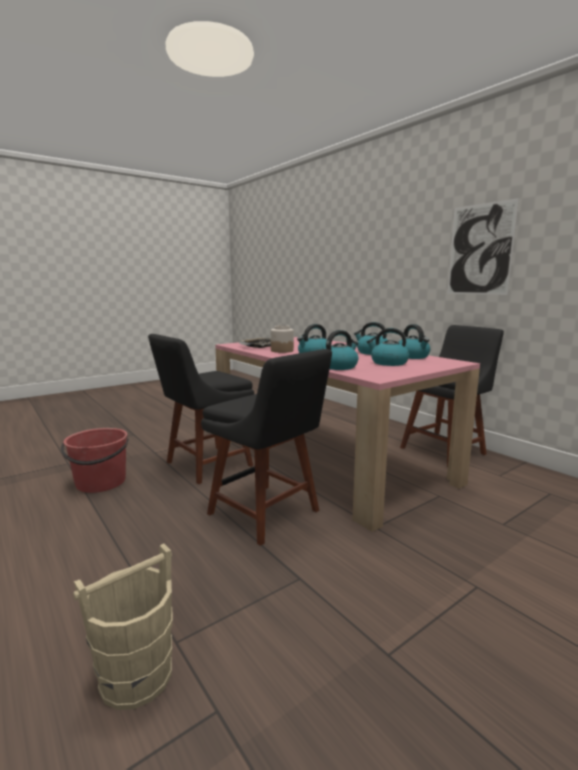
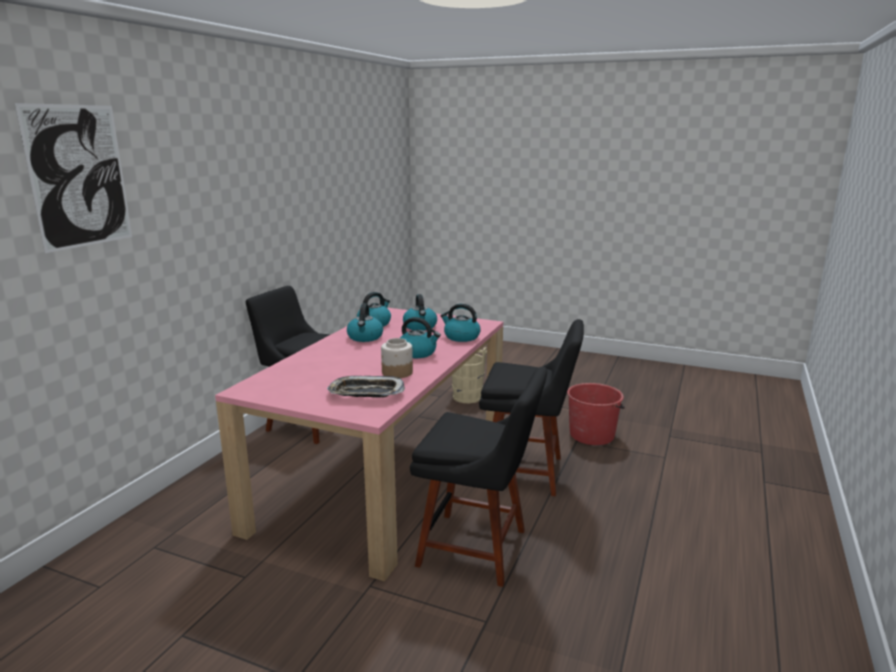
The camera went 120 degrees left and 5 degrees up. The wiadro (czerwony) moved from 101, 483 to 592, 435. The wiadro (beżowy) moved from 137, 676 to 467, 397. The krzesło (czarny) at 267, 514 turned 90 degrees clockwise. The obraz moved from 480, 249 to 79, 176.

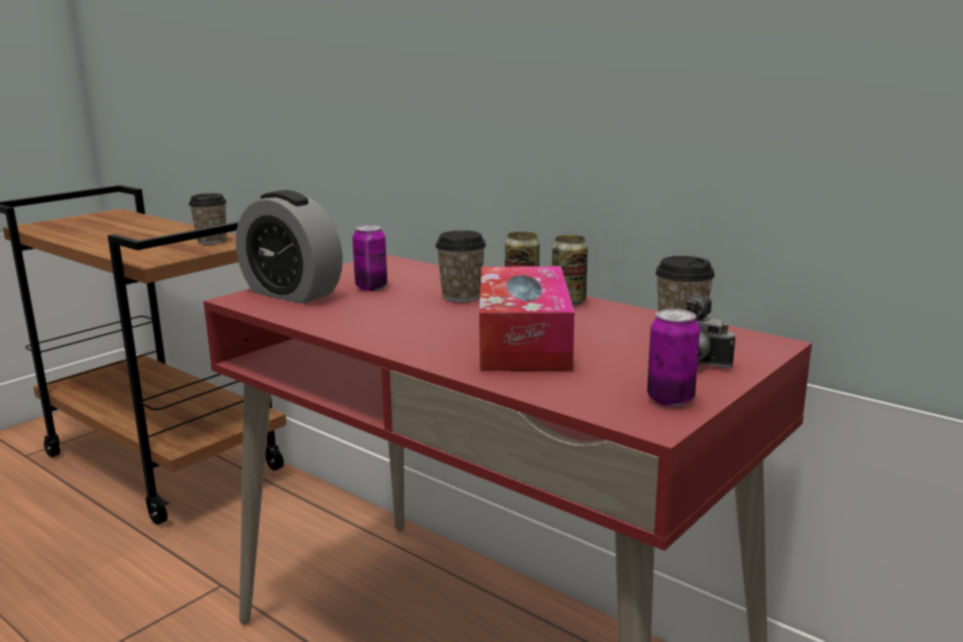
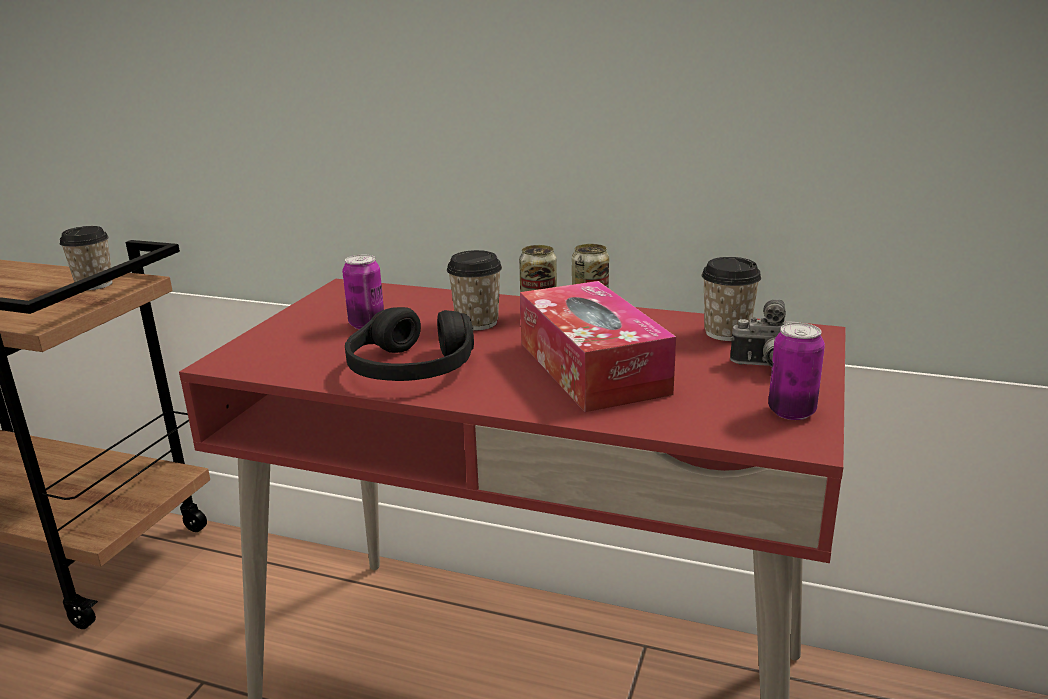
The camera went 20 degrees left and 5 degrees up. The budzik at 291, 293 disappeared. The słuchawki (czarny) at 411, 368 appeared.

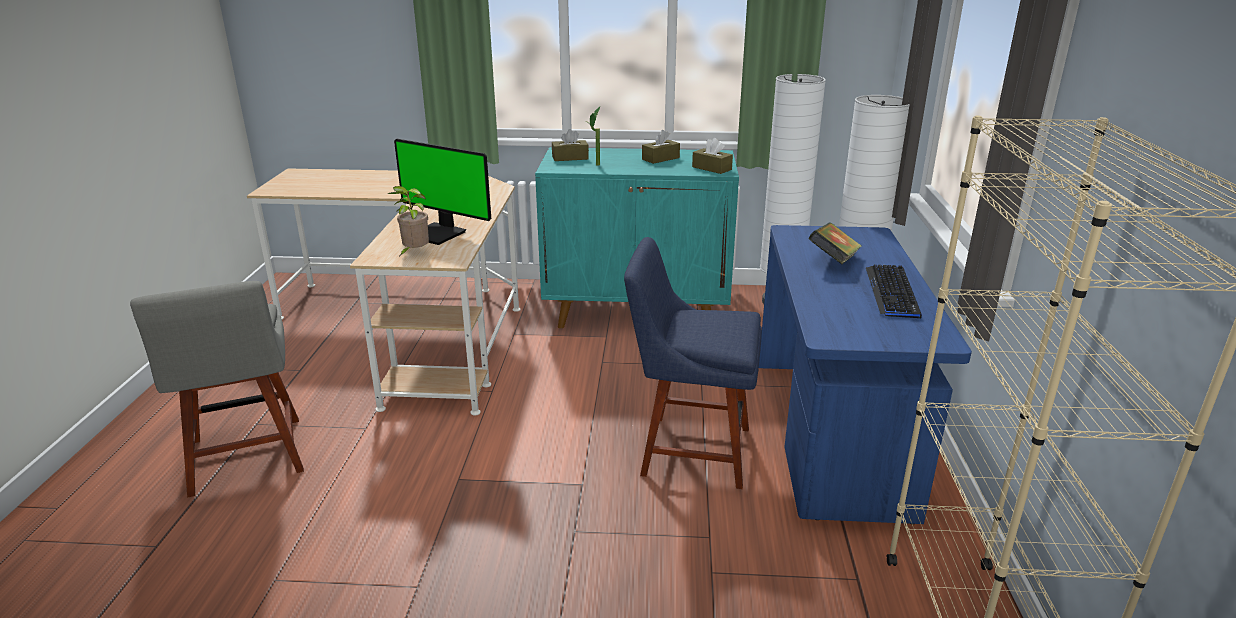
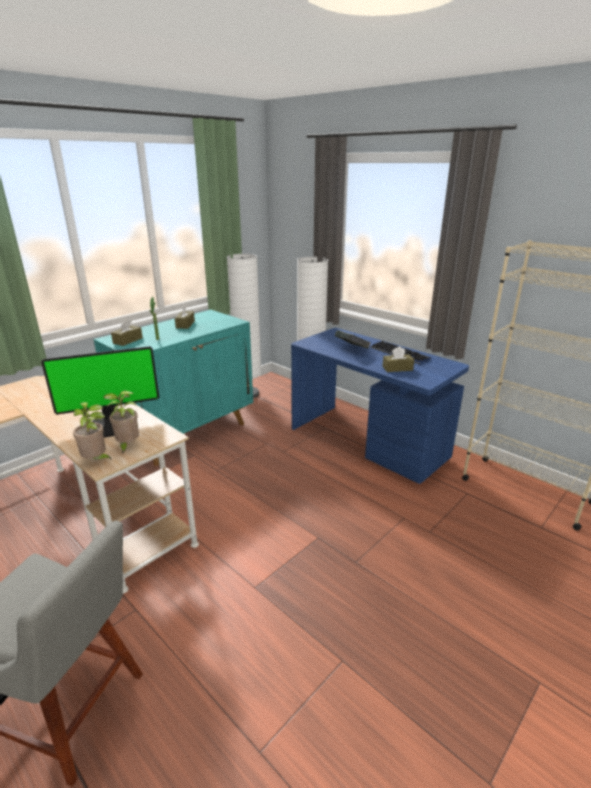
The camera went 50 degrees left and 0 degrees up. The krzesło (niebieski) at 689, 450 disappeared. The pudełko chusteczek (brązowy) moved from 711, 168 to 397, 368. The roślina doniczkowa at 96, 460 appeared.

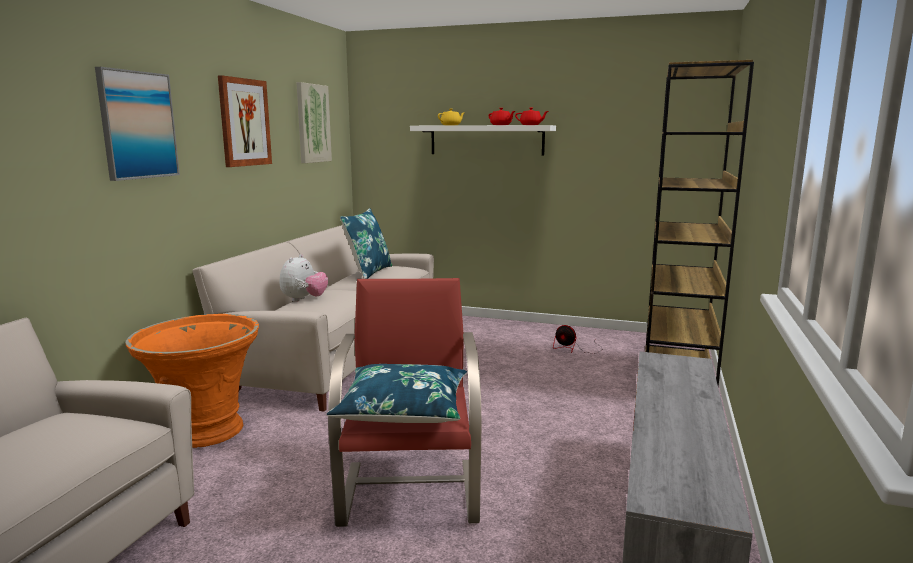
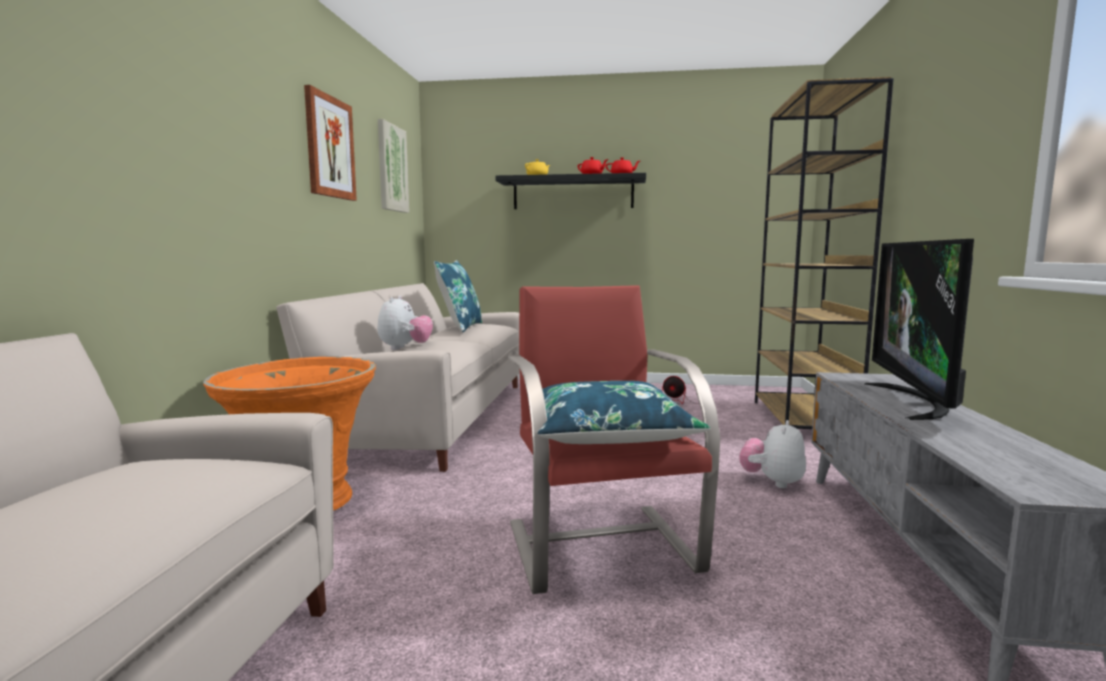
The camera went 10 degrees left and 5 degrees down. The obraz at 138, 125 disappeared. The półka (biały) at 486, 140 became the półka (czarny) at 573, 193. The pluszak at 772, 482 appeared. The telewizor at 914, 402 appeared.

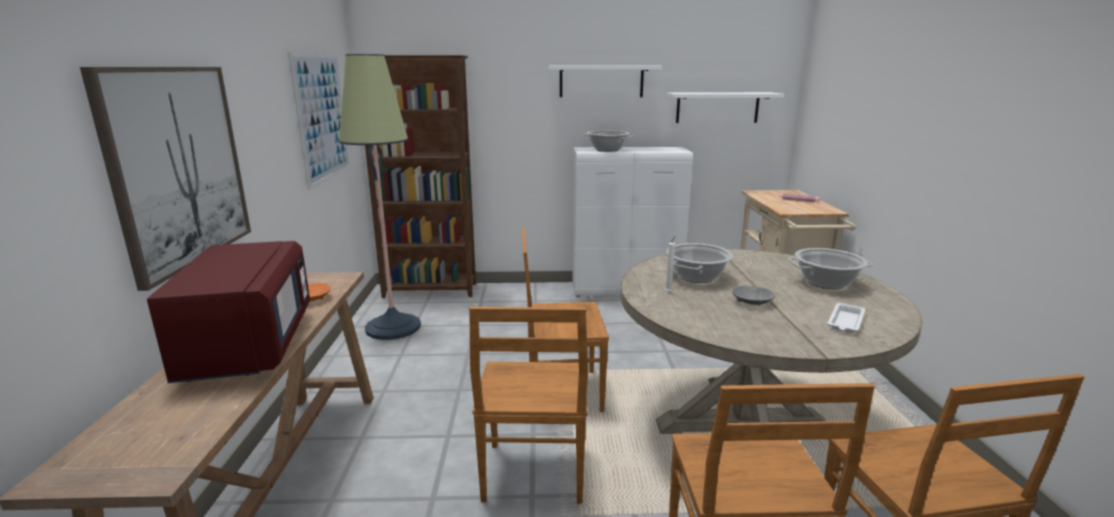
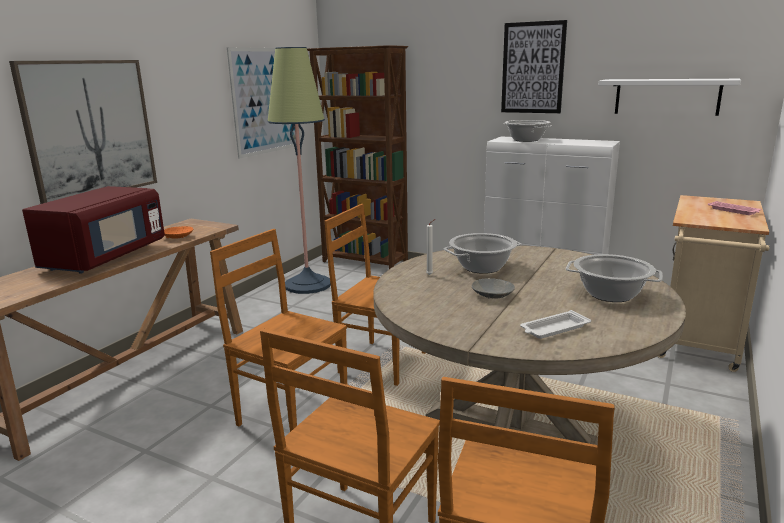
The camera went 30 degrees right and 0 degrees up. The krzesło (brązowy) at 533, 475 turned 90 degrees clockwise. The półka (biały) at 601, 81 was replaced by the obraz at 533, 68.

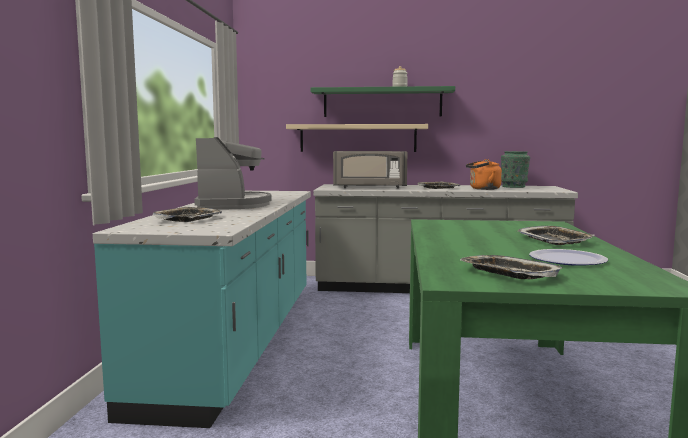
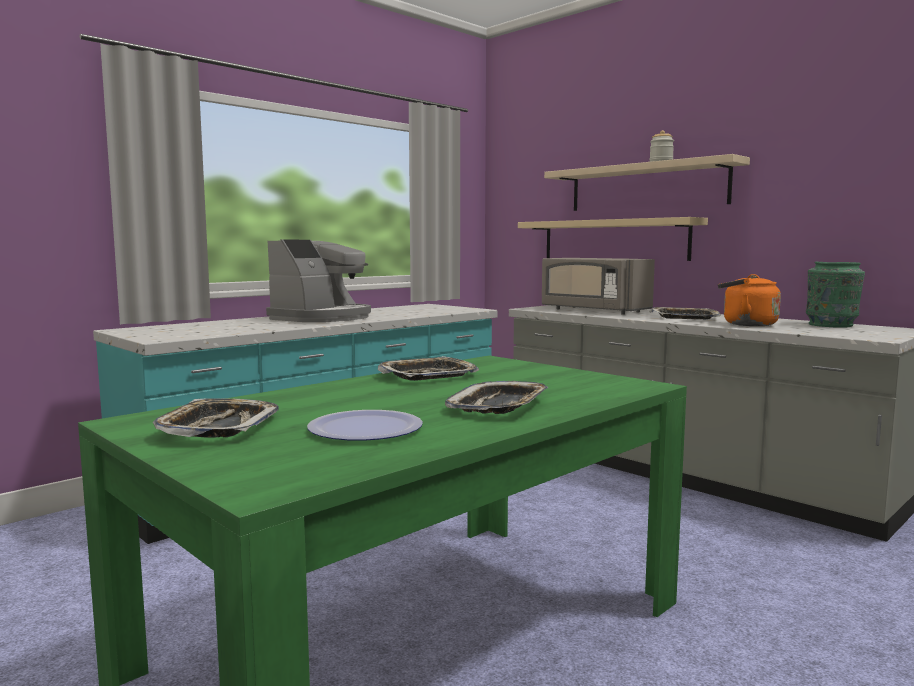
The camera went 40 degrees right and 0 degrees up. The taca moved from 188, 219 to 428, 375. The półka (zielony) at 382, 102 became the półka (beżowy) at 646, 187.

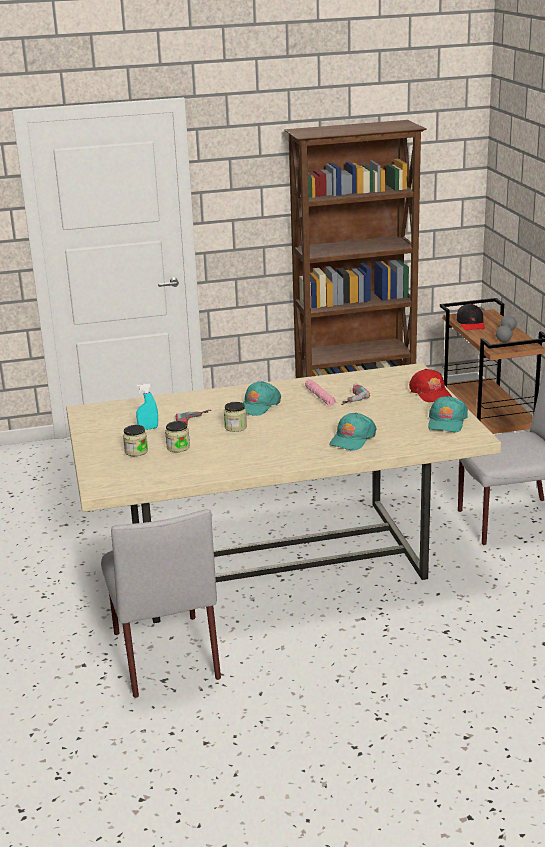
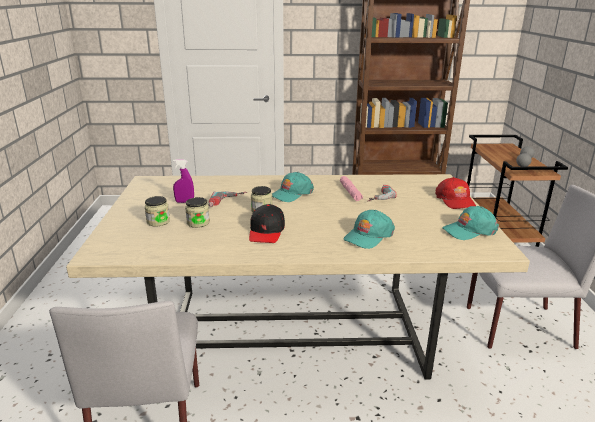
The camera went 10 degrees right and 0 degrees up. The spryskiwacz (turkusowy) at 148, 428 became the spryskiwacz (fioletowy) at 184, 202. The czapka z daszkiem (turkusowy) at 446, 422 turned 45 degrees clockwise. The czapka z daszkiem (czarny) moved from 471, 324 to 266, 231.

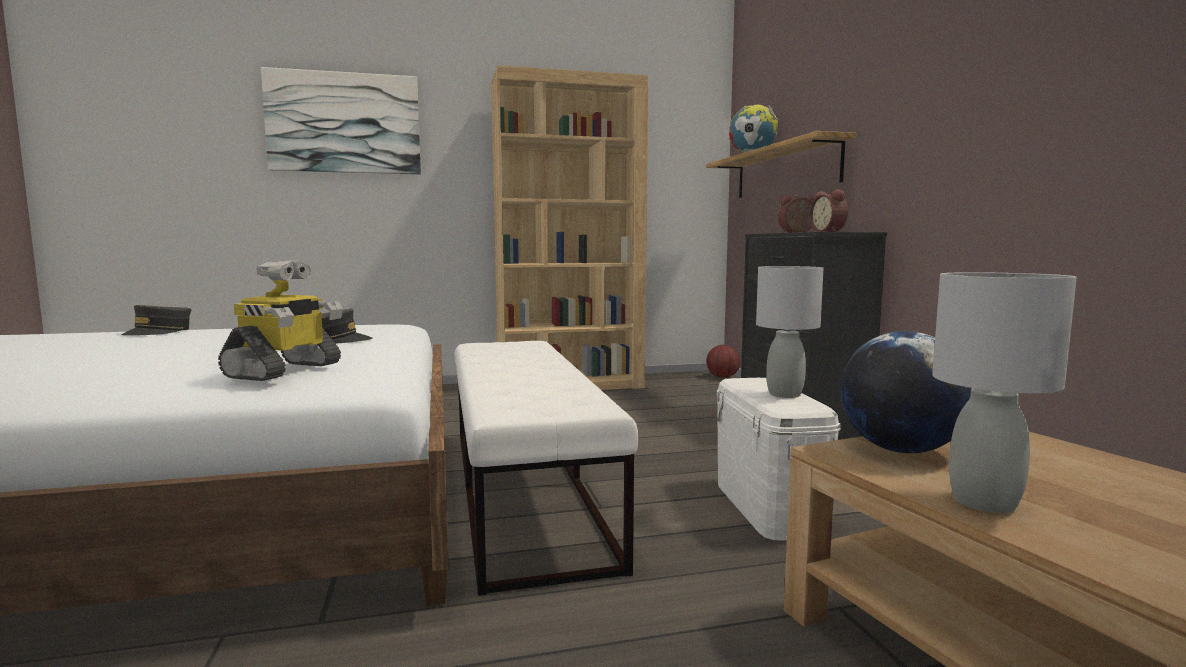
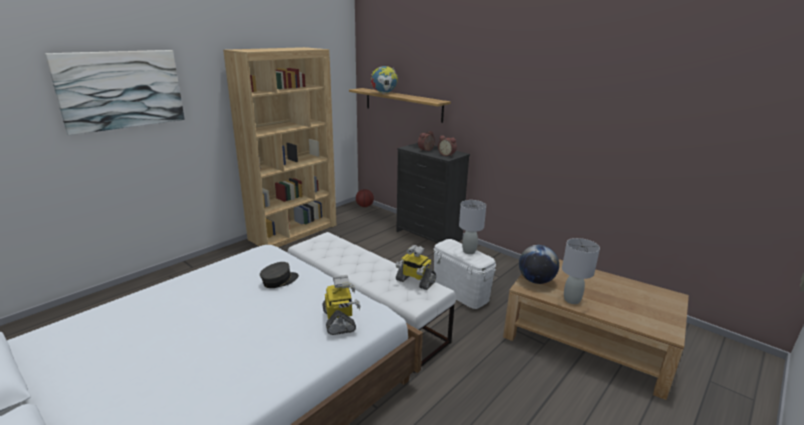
The camera went 35 degrees left and 15 degrees up. The czapka z daszkiem (szary) at 159, 332 disappeared. The robot zabawkowy at 415, 281 appeared.

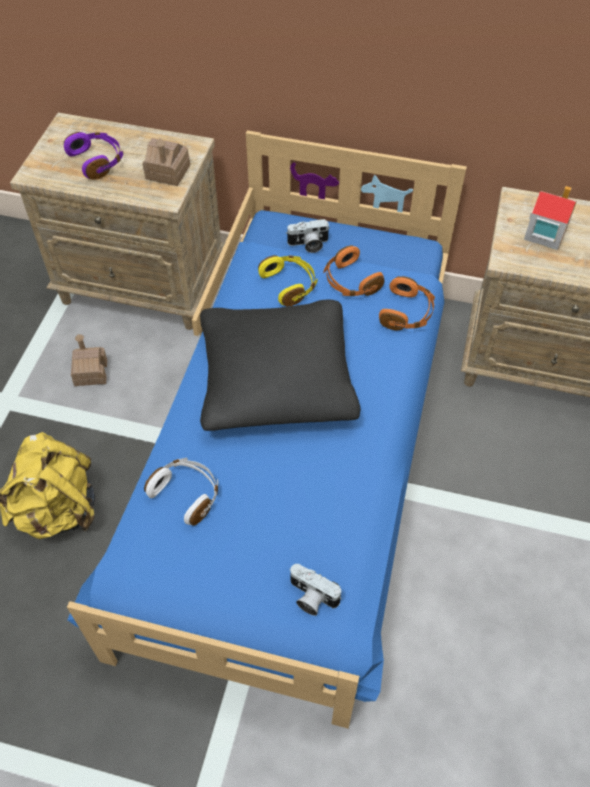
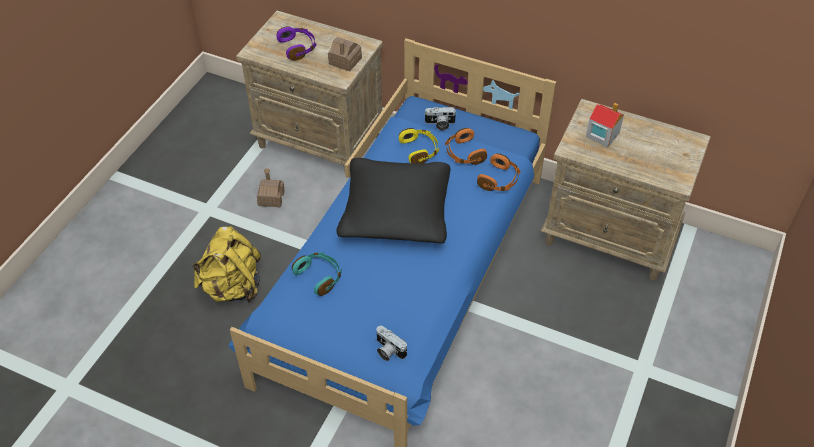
The camera went 10 degrees right and 5 degrees down. The słuchawki (biały) at 187, 494 became the słuchawki (turkusowy) at 319, 276.

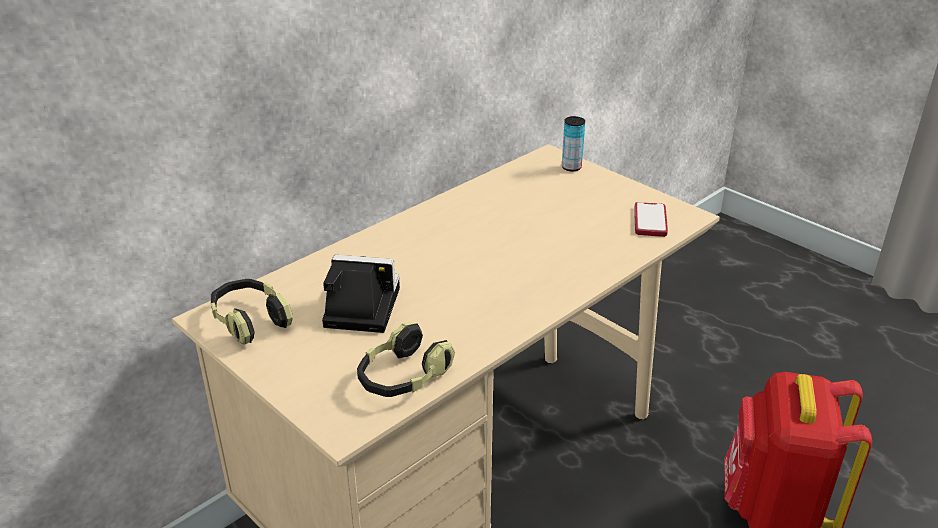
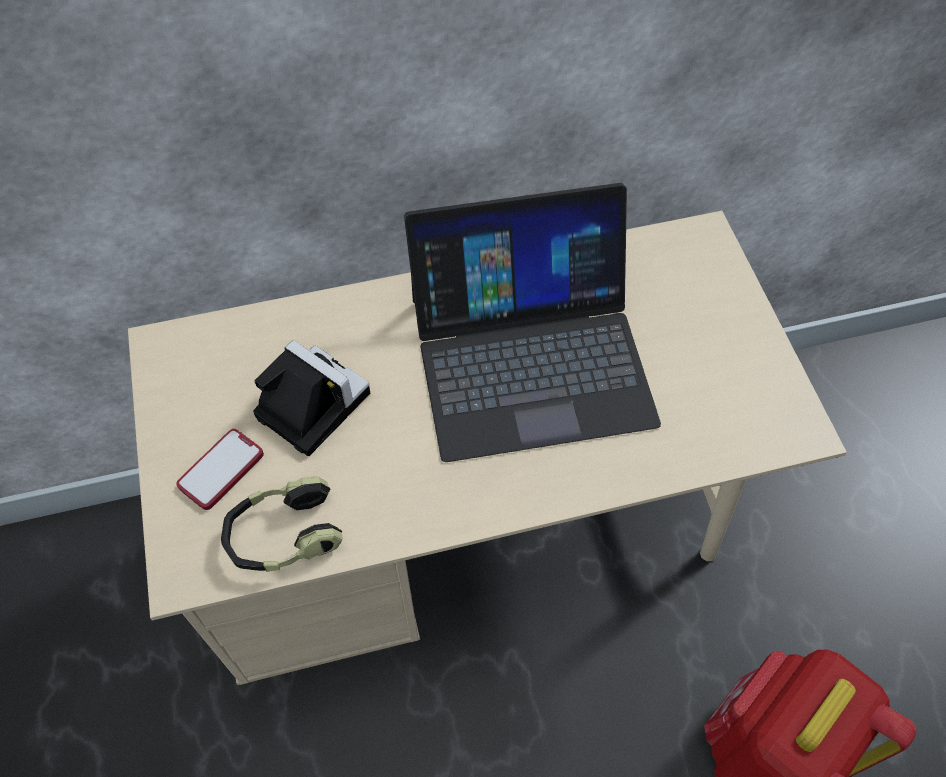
The camera went 30 degrees right and 25 degrees up. The słuchawki at 250, 320 disappeared. The puszka at 571, 167 disappeared. The telefon moved from 650, 221 to 221, 470. The laptop at 530, 357 appeared.

